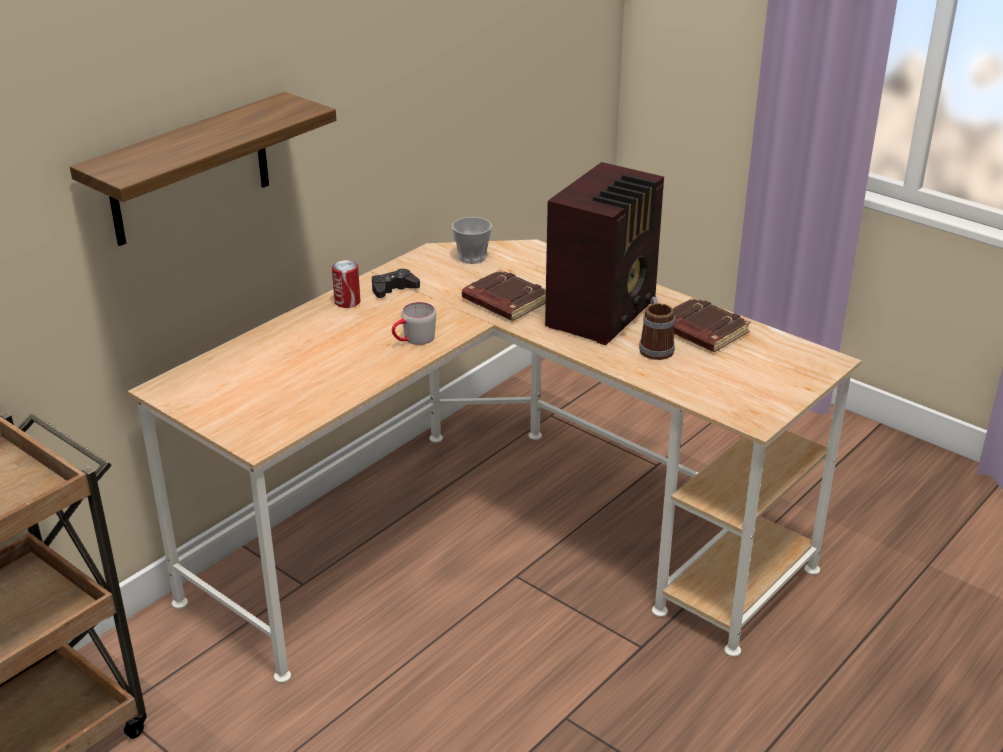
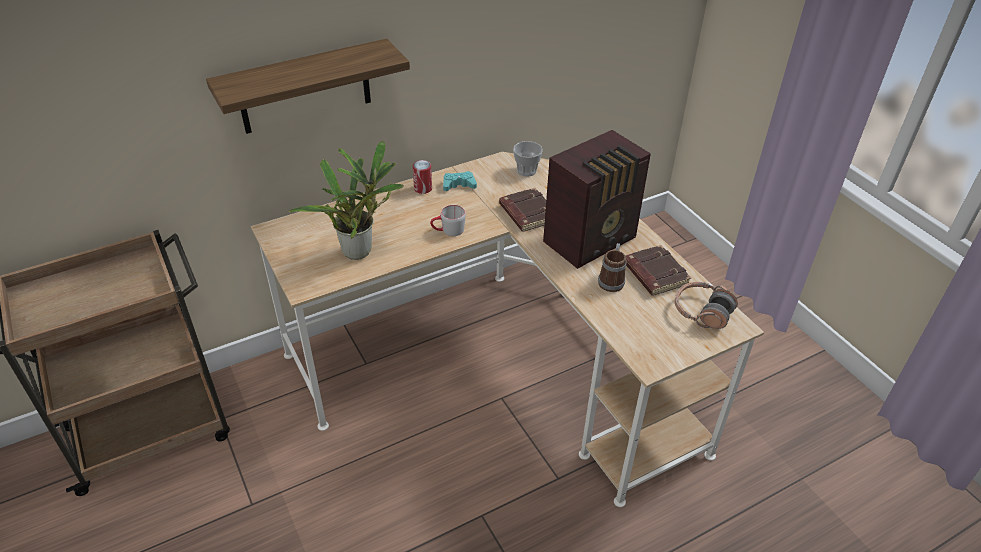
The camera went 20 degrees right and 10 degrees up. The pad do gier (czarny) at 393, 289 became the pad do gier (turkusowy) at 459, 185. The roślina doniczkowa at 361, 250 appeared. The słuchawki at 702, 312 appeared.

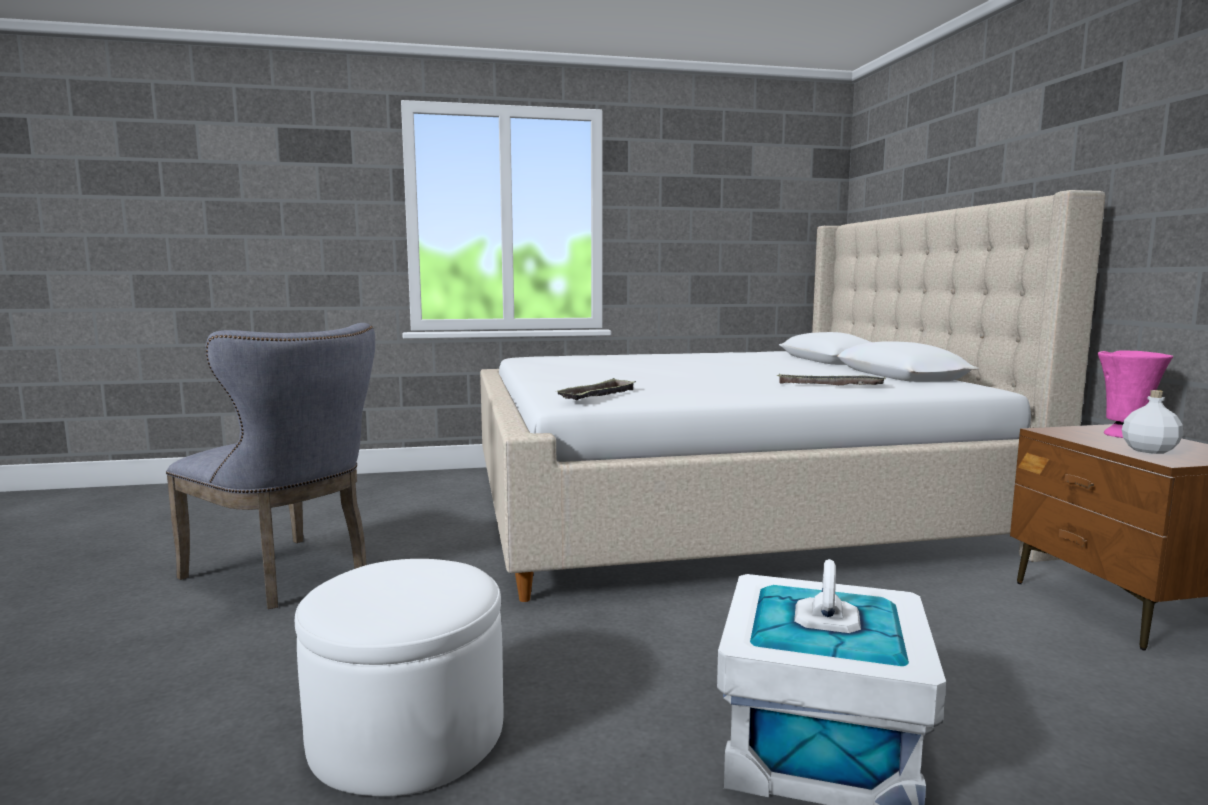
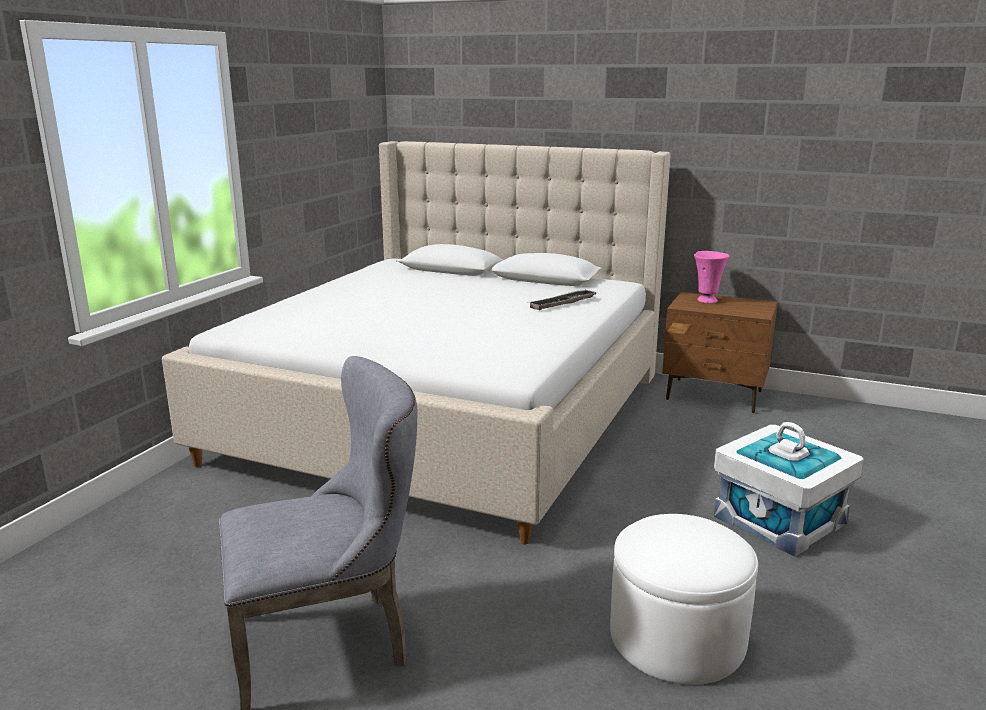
The camera went 55 degrees left and 10 degrees up. The taca at 598, 396 disappeared. The butelka (biały) at 1149, 450 disappeared.

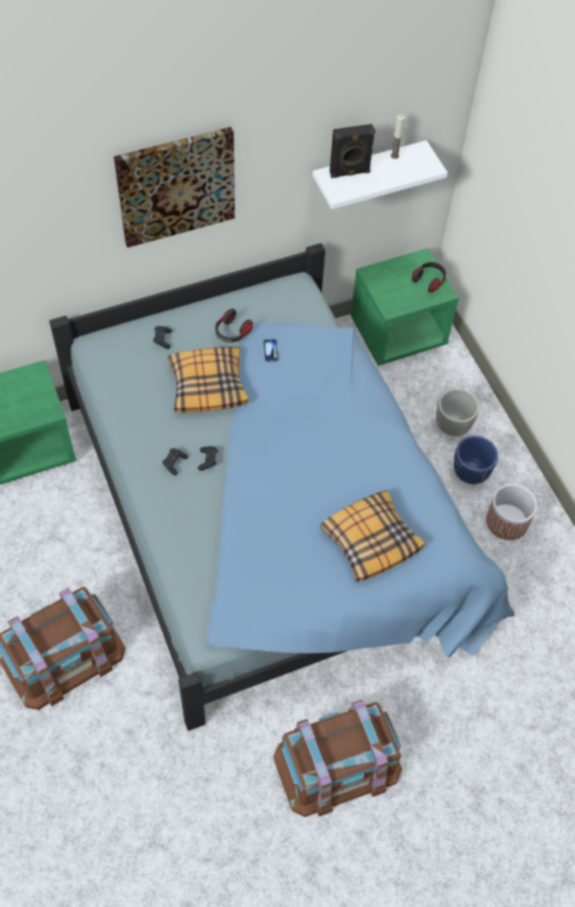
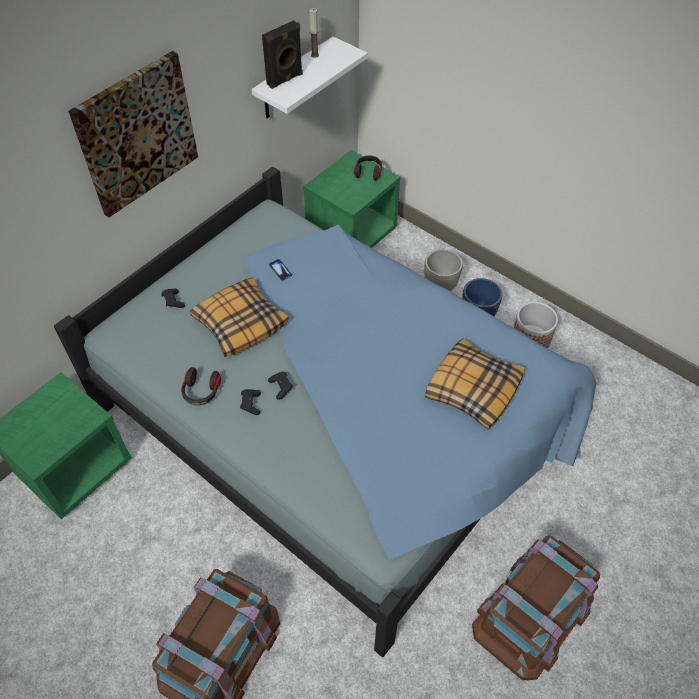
The camera went 25 degrees left and 5 degrees down. The słuchawki moved from 232, 332 to 201, 392.

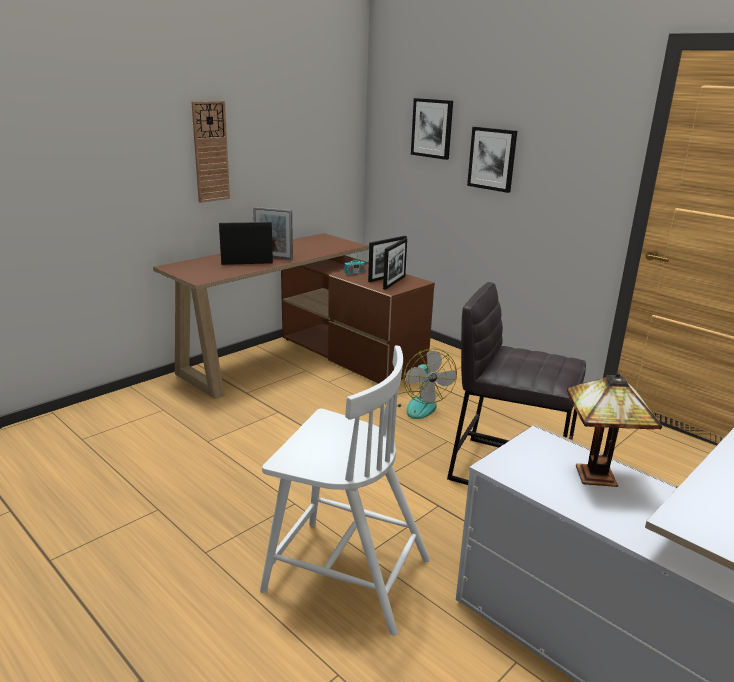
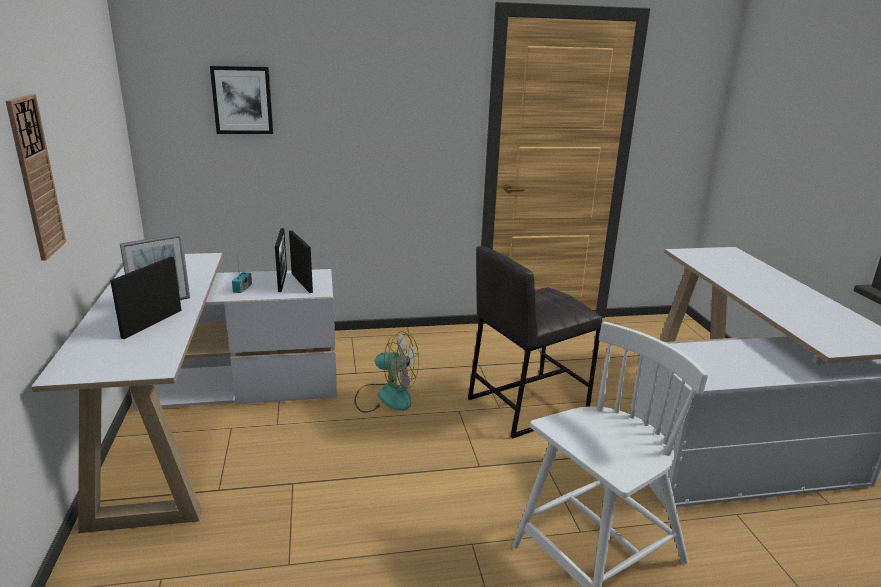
The camera went 55 degrees left and 0 degrees up. The biurko (brązowy) at 302, 360 became the biurko (biały) at 206, 420. The obraz at 492, 159 disappeared. The lampa stołowa at 598, 475 disappeared.

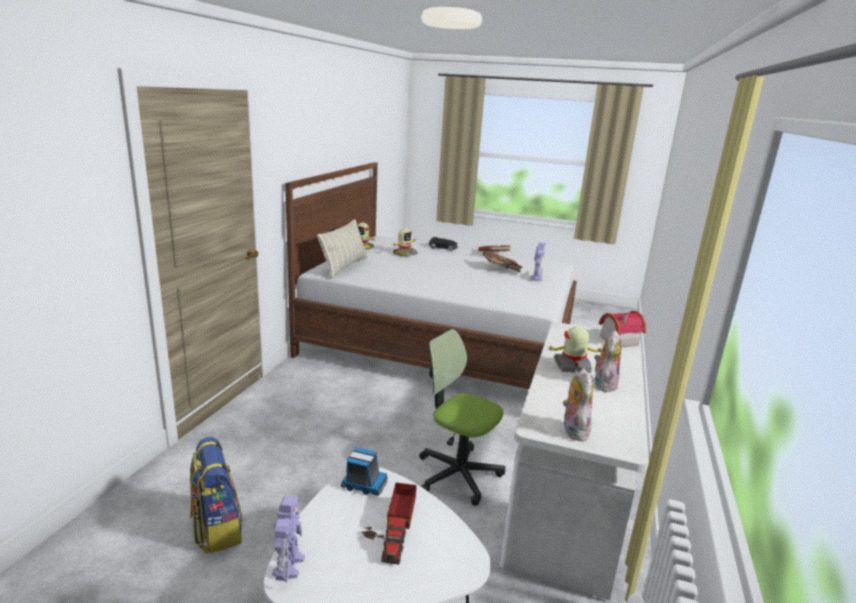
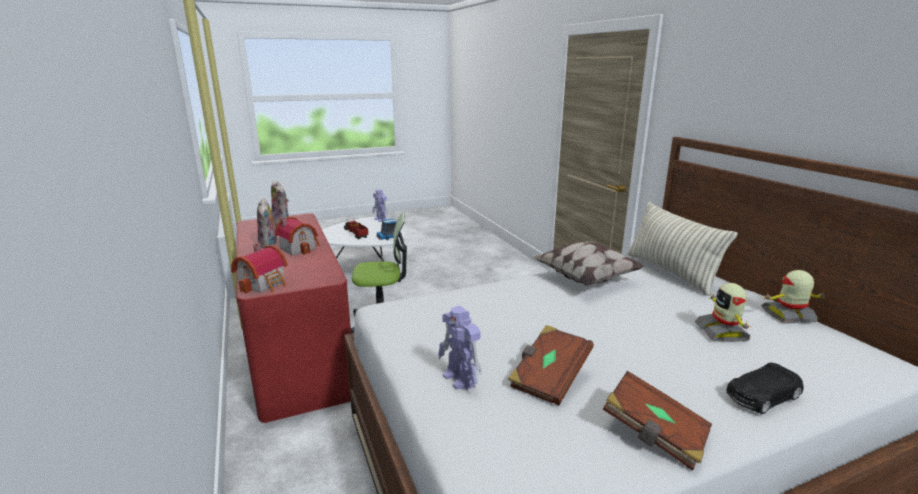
The camera went 140 degrees right and 0 degrees up. The plecak at 217, 529 disappeared. The biurko (biały) at 568, 492 became the biurko (czerwony) at 296, 349. The robot zabawkowy at 572, 366 was replaced by the domek at 299, 247. The poduszka at 585, 278 appeared.

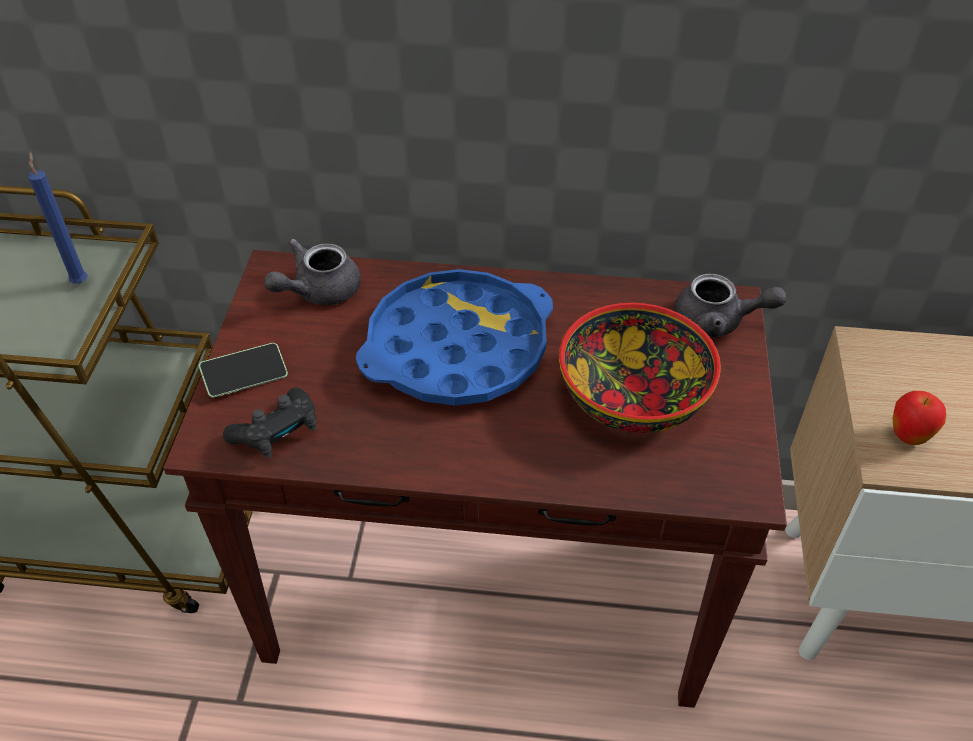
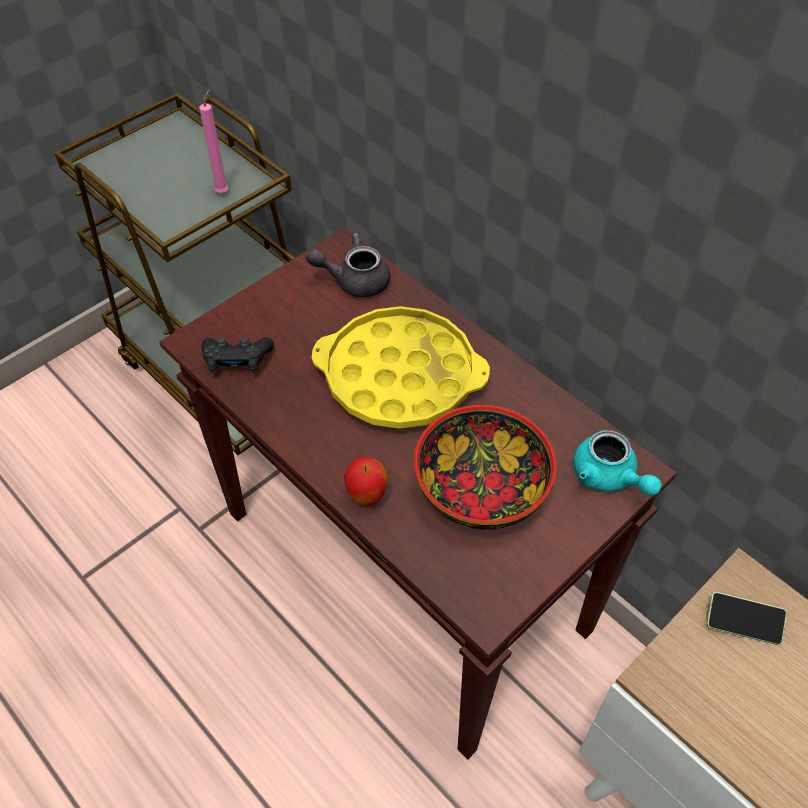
The camera went 40 degrees right and 5 degrees up. The świeca (niebieski) at 80, 281 became the świeca (różowy) at 223, 191. The telefon moved from 245, 378 to 743, 623. The taca (niebieski) at 457, 348 became the taca (żółty) at 400, 376. The imbryk (szary) at 718, 322 became the imbryk (turkusowy) at 609, 477. The jabłko moved from 908, 437 to 367, 497.

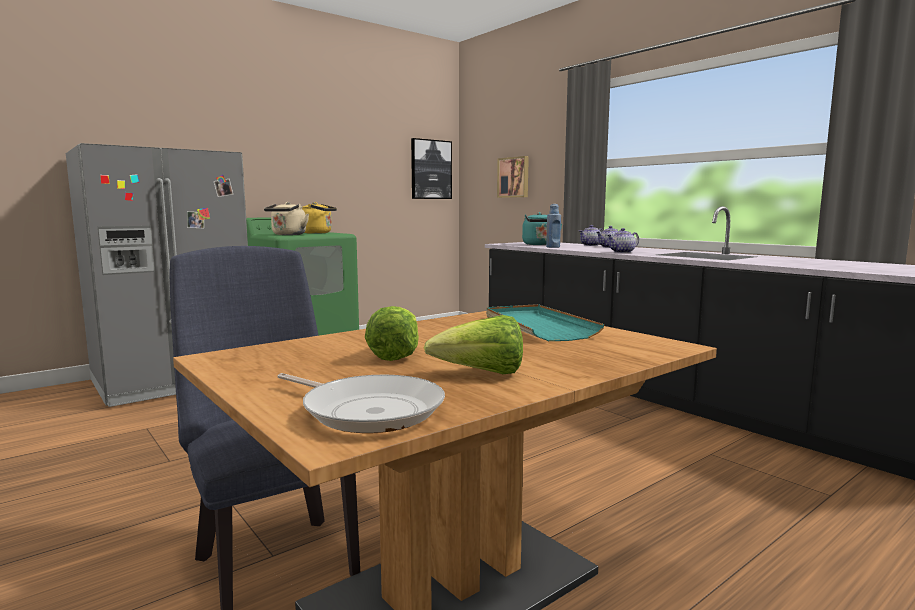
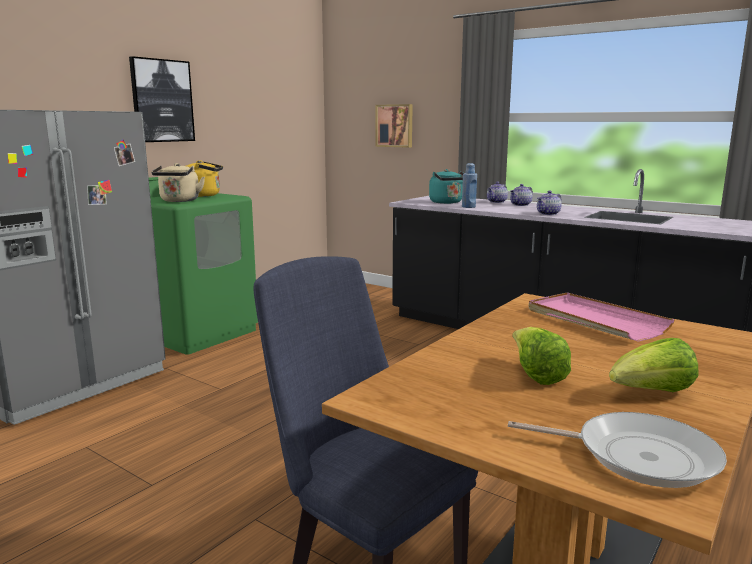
The camera went 15 degrees left and 5 degrees up. The obraz moved from 431, 169 to 162, 101. The taca (turkusowy) at 537, 326 became the taca (różowy) at 594, 320.

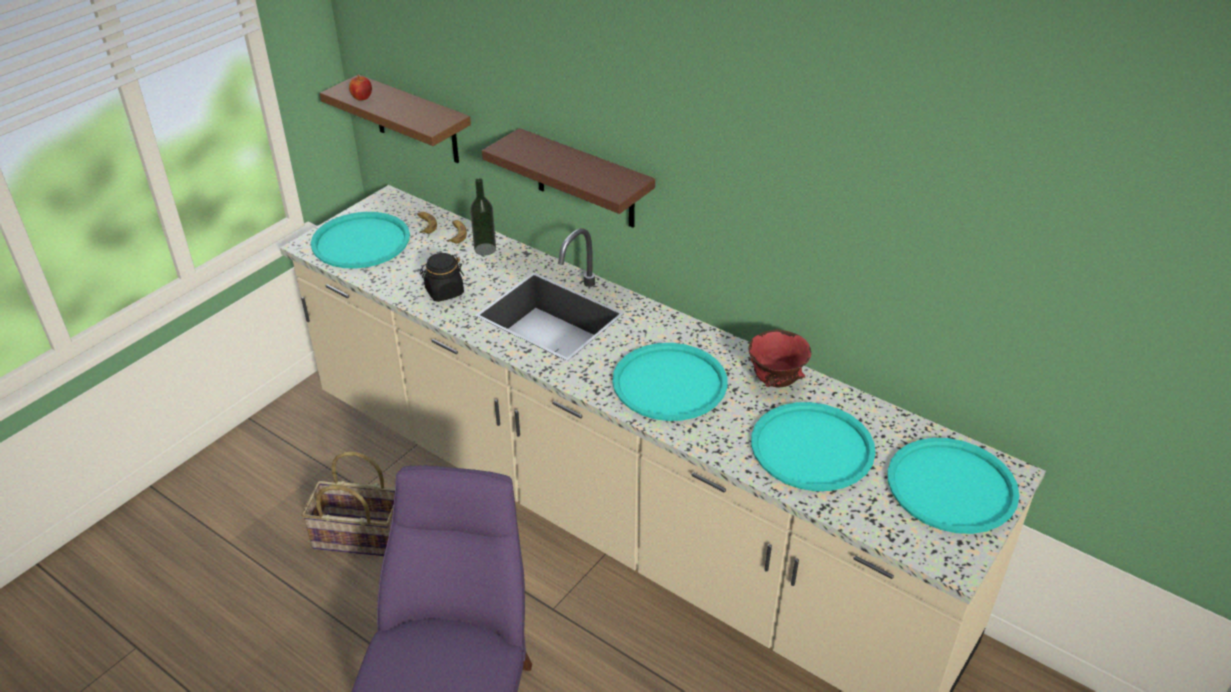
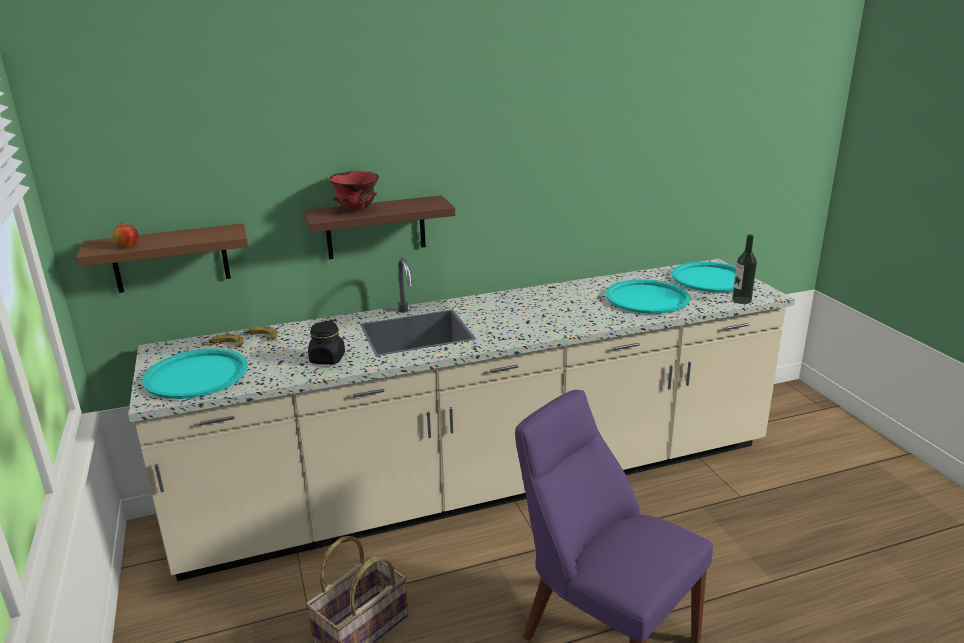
The camera went 55 degrees left and 15 degrees down. The butelka moved from 485, 249 to 741, 300. The taca (turkusowy) at 669, 383 disappeared. The miska (czerwony) moved from 776, 382 to 357, 210.

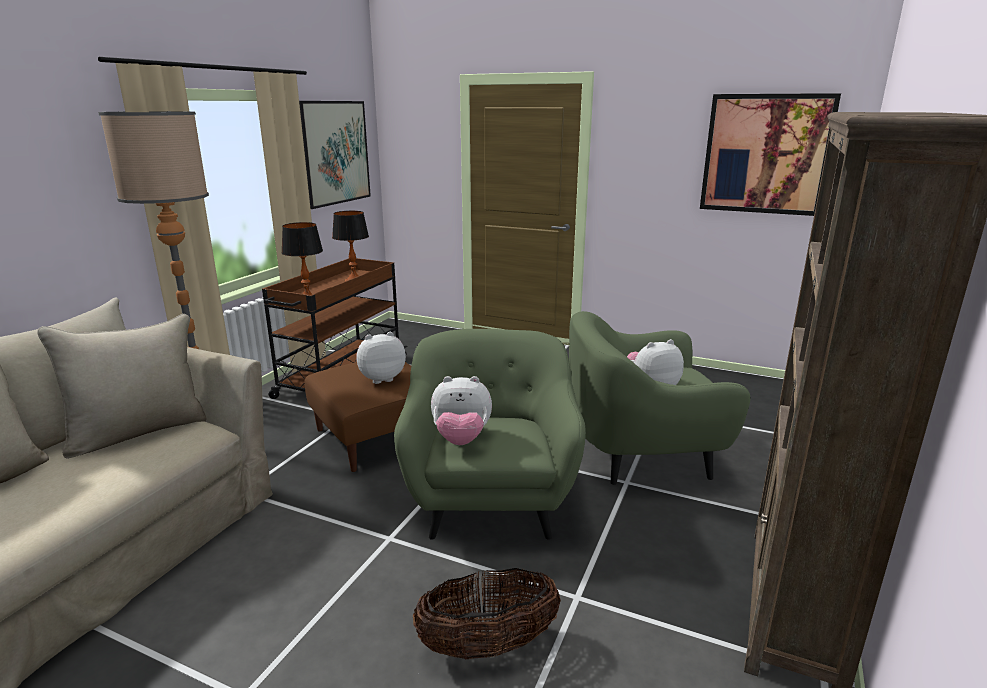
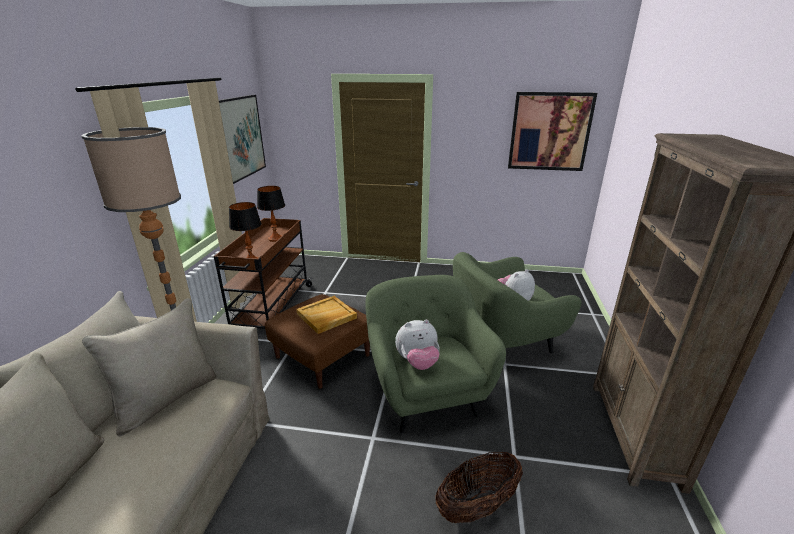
The camera went 15 degrees left and 5 degrees up. The pluszak at 381, 378 was replaced by the taca (beżowy) at 326, 316.

